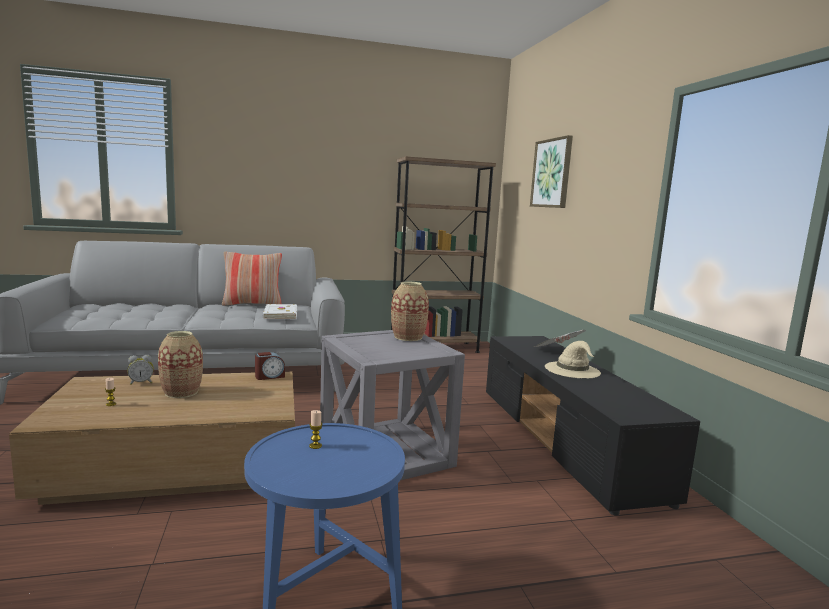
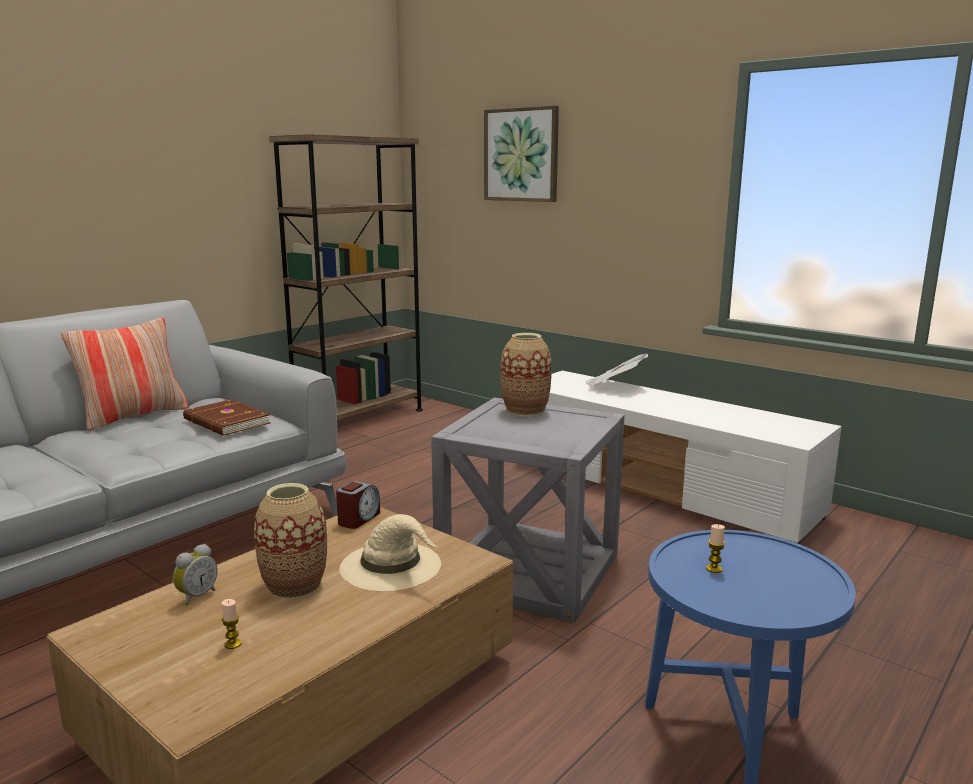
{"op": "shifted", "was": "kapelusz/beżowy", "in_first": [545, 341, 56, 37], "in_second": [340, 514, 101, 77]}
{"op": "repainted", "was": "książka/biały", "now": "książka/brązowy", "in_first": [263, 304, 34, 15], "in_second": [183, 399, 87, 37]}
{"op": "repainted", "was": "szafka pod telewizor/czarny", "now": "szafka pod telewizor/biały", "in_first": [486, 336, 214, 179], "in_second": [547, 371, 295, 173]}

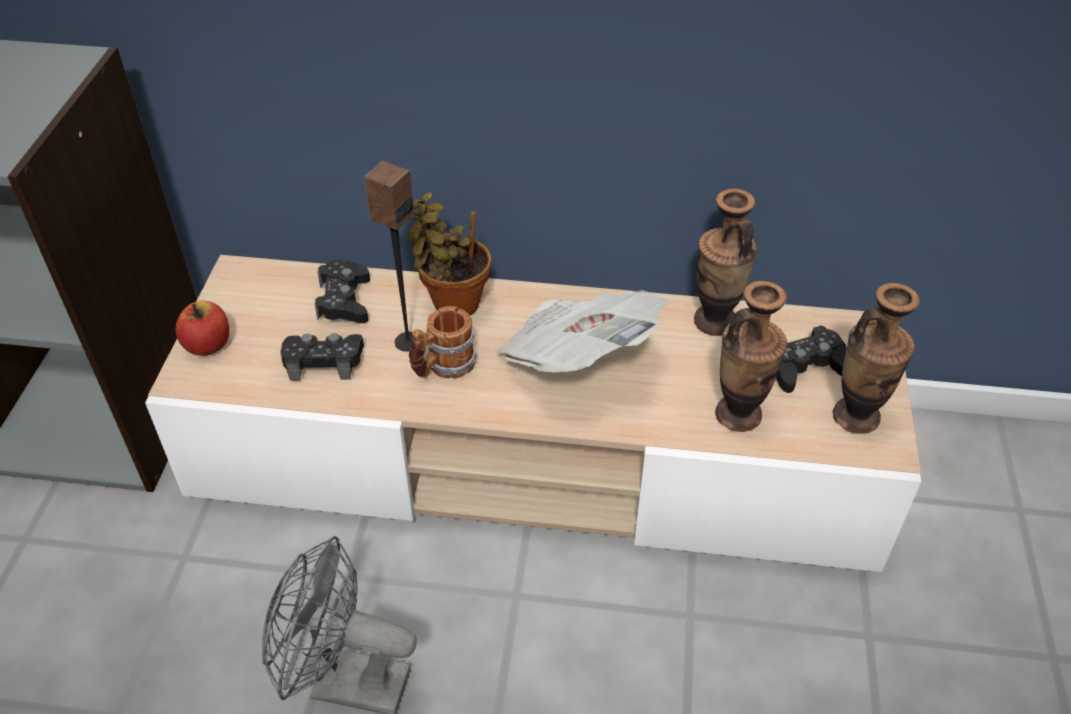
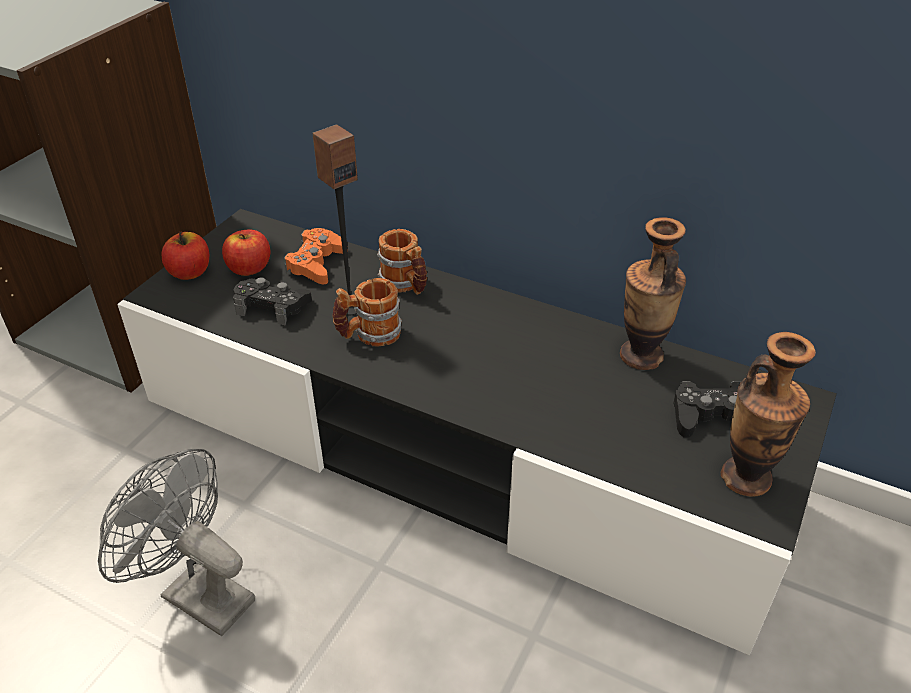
{"op": "gone", "was": "gazeta", "in_first": [496, 290, 174, 83]}
{"op": "gone", "was": "wazon", "in_first": [715, 281, 72, 151]}
{"op": "new", "now": "jabłko", "in_second": [222, 229, 48, 47]}
{"op": "swapped", "was": "roślina doniczkowa", "now": "kubek", "in_first": [408, 192, 83, 124], "in_second": [377, 229, 50, 66]}
{"op": "repainted", "was": "szafka pod telewizor/beżowy", "now": "szafka pod telewizor/czarny", "in_first": [145, 255, 776, 317], "in_second": [117, 209, 720, 446]}
{"op": "repainted", "was": "pad do gier/czarny", "now": "pad do gier/pomarańczowy", "in_first": [315, 260, 55, 63], "in_second": [284, 228, 64, 56]}

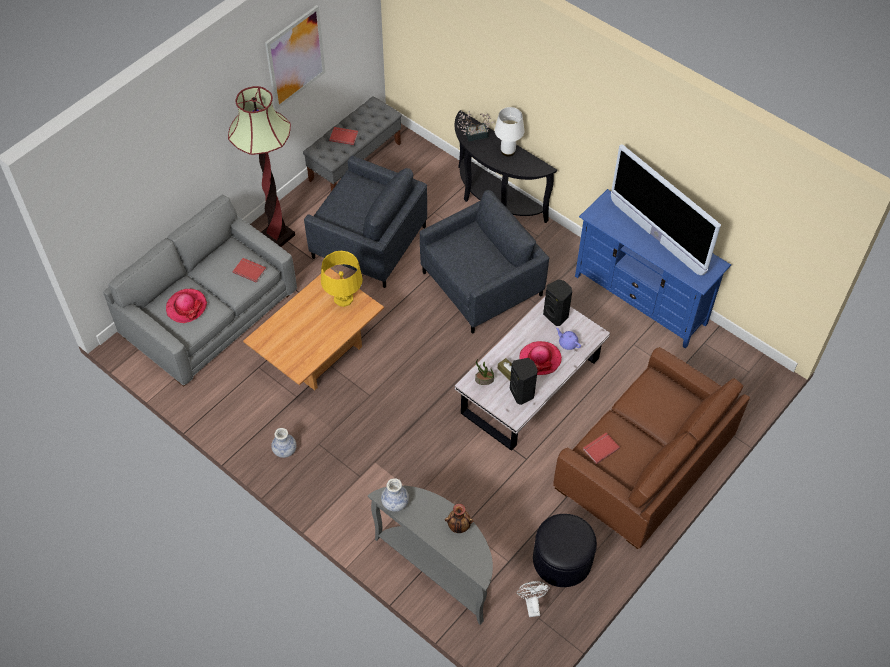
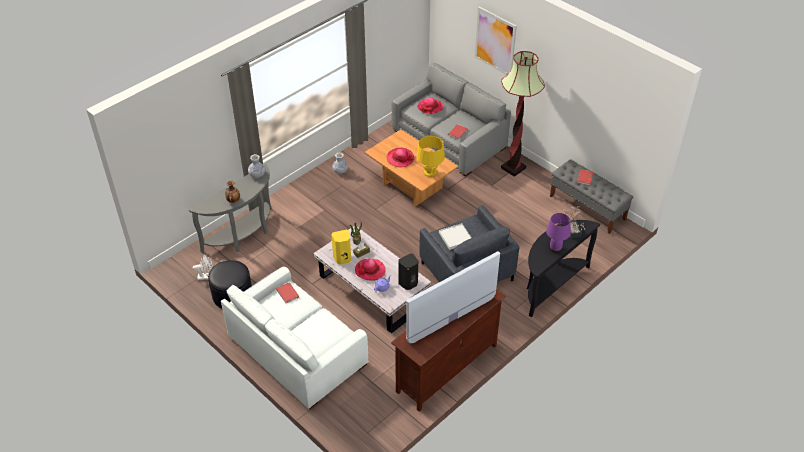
{"op": "gone", "was": "fotel/szary", "in_first": [304, 156, 123, 132]}
{"op": "new", "now": "kapelusz", "in_second": [387, 148, 27, 19]}
{"op": "new", "now": "taca/biały", "in_second": [439, 223, 32, 27]}
{"op": "shifted", "was": "obraz", "in_first": [265, 5, 60, 104], "in_second": [475, 7, 42, 68]}
{"op": "repainted", "was": "lampa stołowa/biały", "now": "lampa stołowa/fioletowy", "in_first": [495, 107, 29, 50], "in_second": [546, 213, 25, 40]}
{"op": "repainted", "was": "głośnik/czarny", "now": "głośnik/żółty", "in_first": [510, 358, 28, 47], "in_second": [331, 230, 20, 34]}
{"op": "repainted", "was": "kanapa/brązowy", "now": "kanapa/biały", "in_first": [553, 347, 197, 202], "in_second": [221, 266, 148, 143]}
{"op": "repainted", "was": "szafka pod telewizor/niebieski", "now": "szafka pod telewizor/brązowy", "in_first": [575, 189, 156, 159], "in_second": [391, 289, 115, 123]}

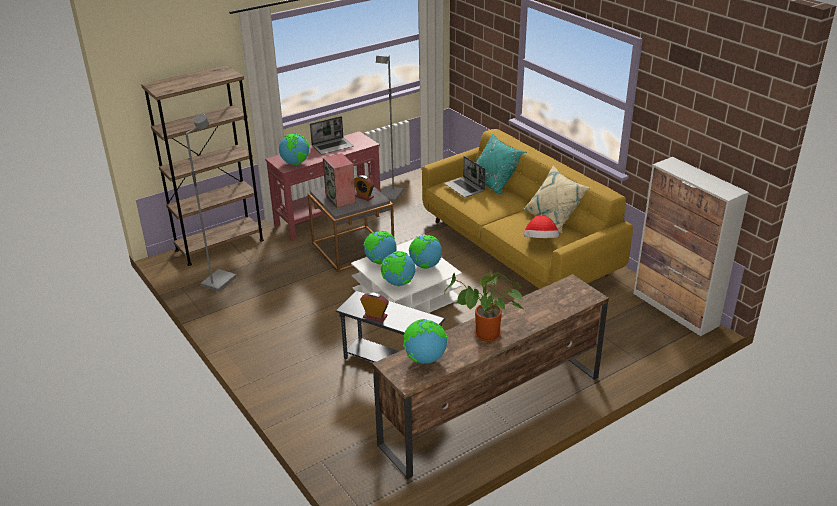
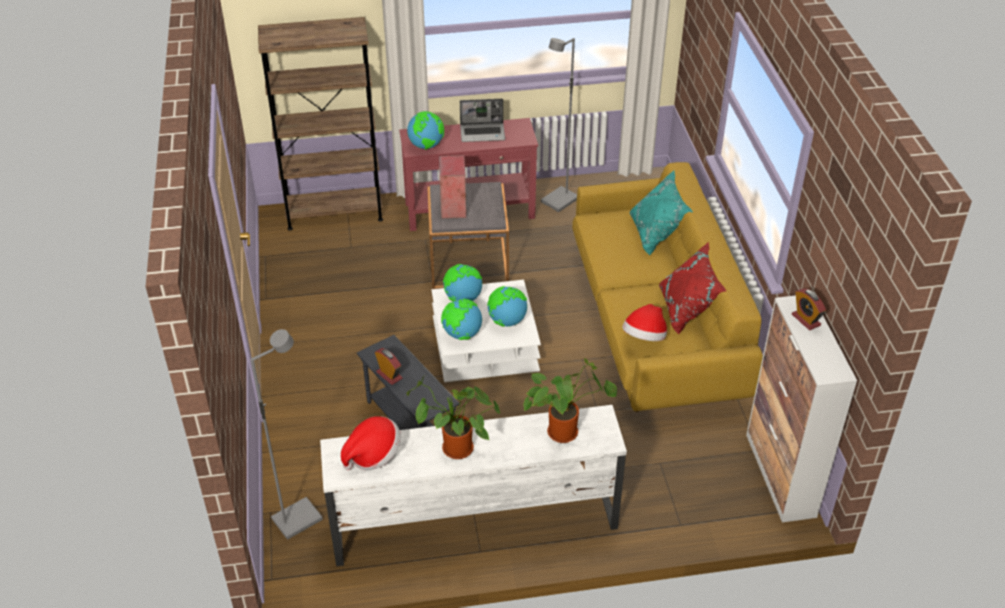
{"op": "gone", "was": "laptop", "in_first": [444, 156, 41, 41]}
{"op": "new", "now": "roślina doniczkowa", "in_second": [524, 358, 93, 85]}
{"op": "shifted", "was": "lampa stojąca/szary", "in_first": [185, 114, 51, 178], "in_second": [250, 329, 73, 210]}
{"op": "shifted", "was": "budzik", "in_first": [354, 175, 20, 26], "in_second": [792, 289, 34, 41]}
{"op": "swapped", "was": "globus", "now": "kapelusz", "in_first": [403, 319, 44, 45], "in_second": [341, 416, 60, 55]}
{"op": "repainted", "was": "szafka pod telewizor/brązowy", "now": "szafka pod telewizor/biały", "in_first": [372, 274, 237, 205], "in_second": [320, 405, 307, 161]}
{"op": "repainted", "was": "poduszka/beżowy", "now": "poduszka/czerwony", "in_first": [524, 165, 66, 69], "in_second": [659, 242, 67, 93]}

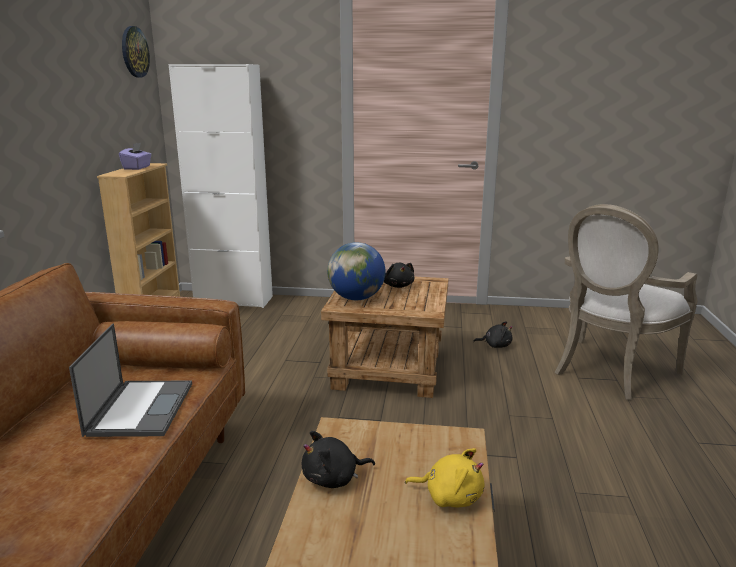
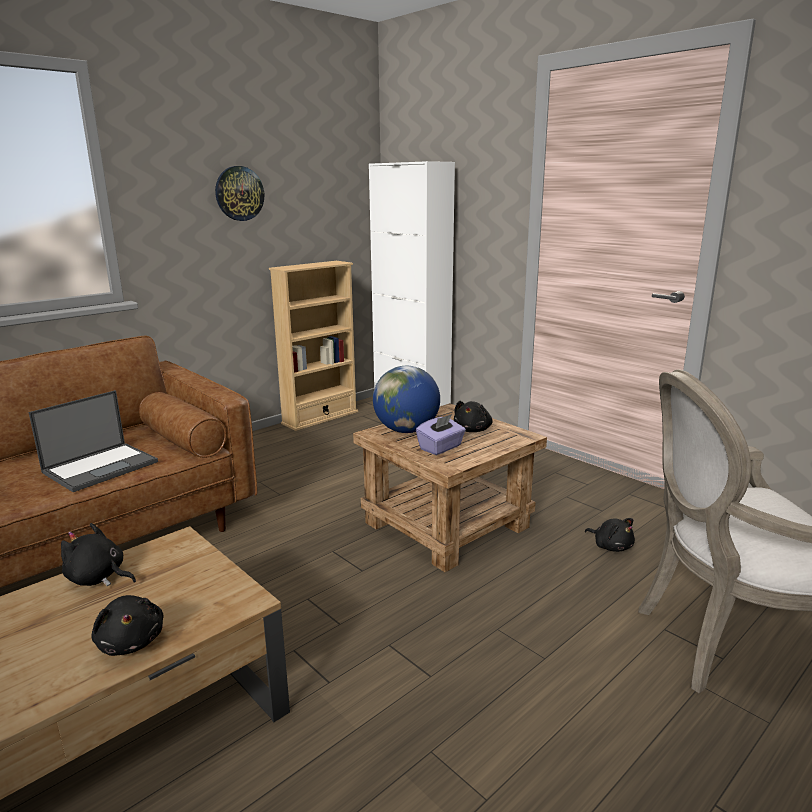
{"op": "shifted", "was": "pudełko chusteczek/fioletowy", "in_first": [119, 143, 33, 27], "in_second": [416, 414, 50, 41]}
{"op": "shifted", "was": "zegar ścienny", "in_first": [122, 26, 28, 52], "in_second": [215, 166, 49, 55]}
{"op": "repainted", "was": "pluszak/żółty", "now": "pluszak/czarny", "in_first": [405, 448, 80, 59], "in_second": [91, 595, 72, 61]}

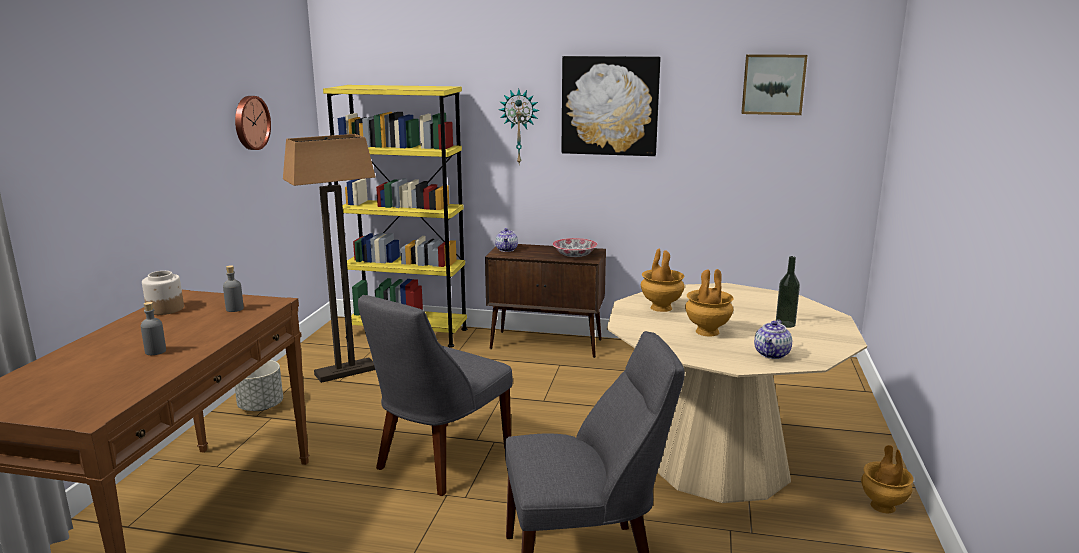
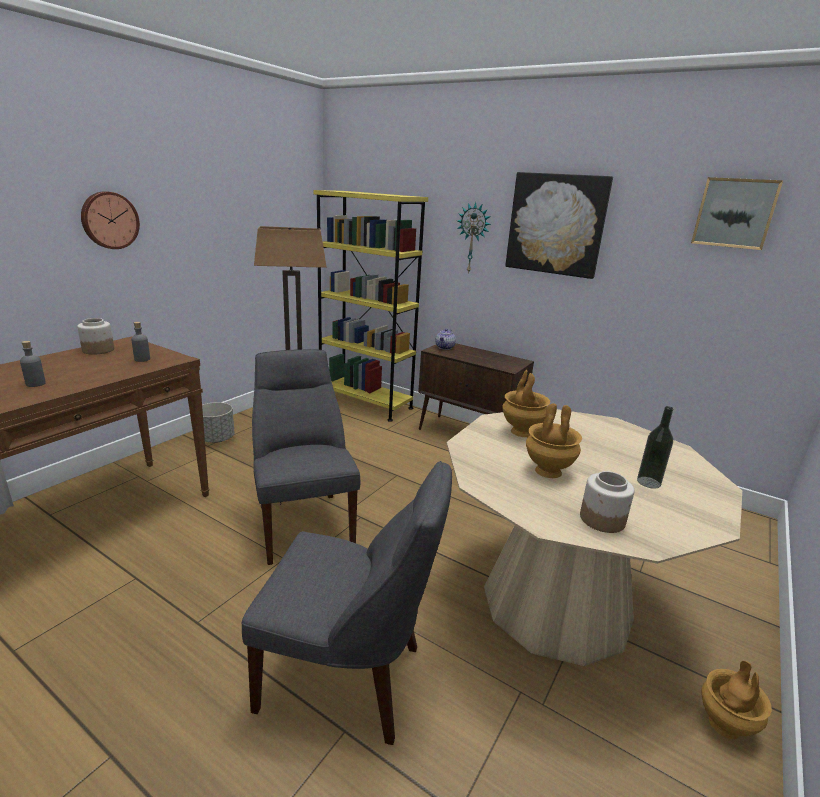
{"op": "gone", "was": "miska", "in_first": [552, 238, 45, 19]}
{"op": "shifted", "was": "zegar ścienny", "in_first": [235, 96, 36, 54], "in_second": [81, 191, 59, 58]}
{"op": "swapped", "was": "imbryk", "now": "słoik", "in_first": [754, 320, 38, 39], "in_second": [580, 471, 54, 62]}
{"op": "rotated", "was": "krzesło/szary", "in_first": [358, 295, 155, 201], "in_second": [252, 349, 108, 216], "clockwise": 105}

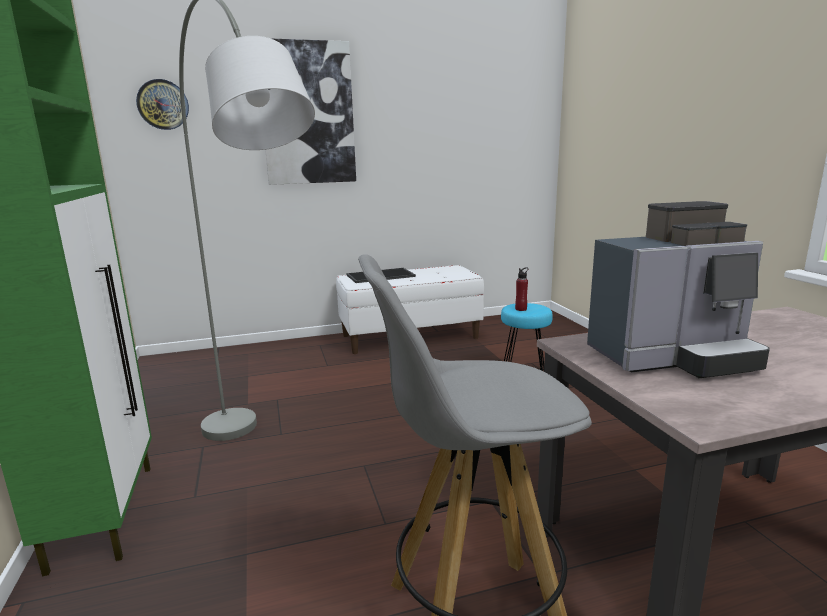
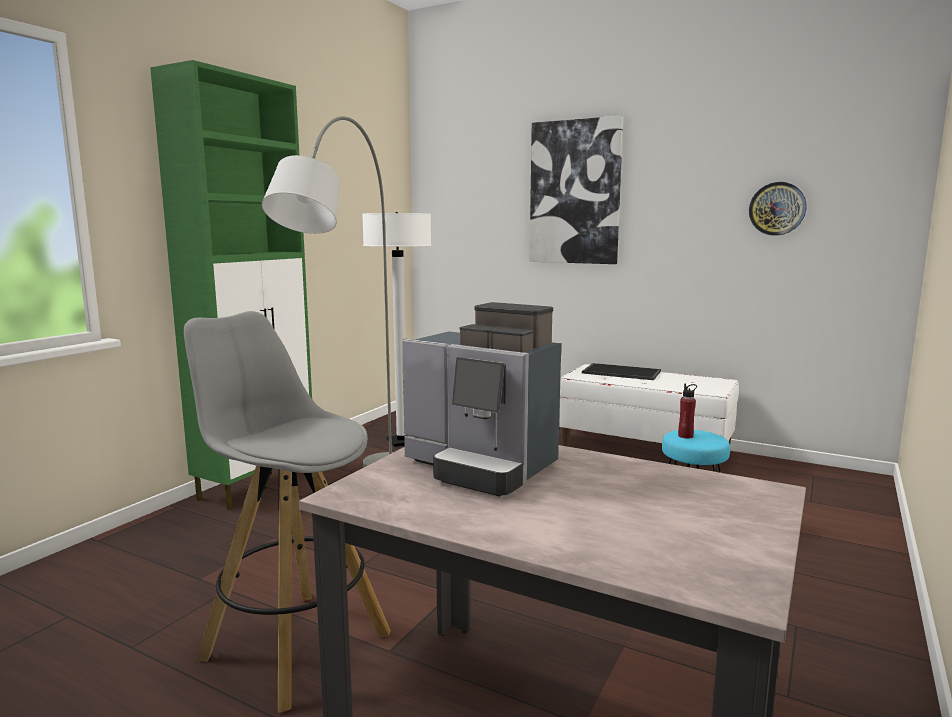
{"op": "new", "now": "lampa stojąca/biały", "in_second": [362, 212, 69, 235]}
{"op": "shifted", "was": "zegar ścienny", "in_first": [136, 79, 53, 51], "in_second": [749, 182, 58, 54]}

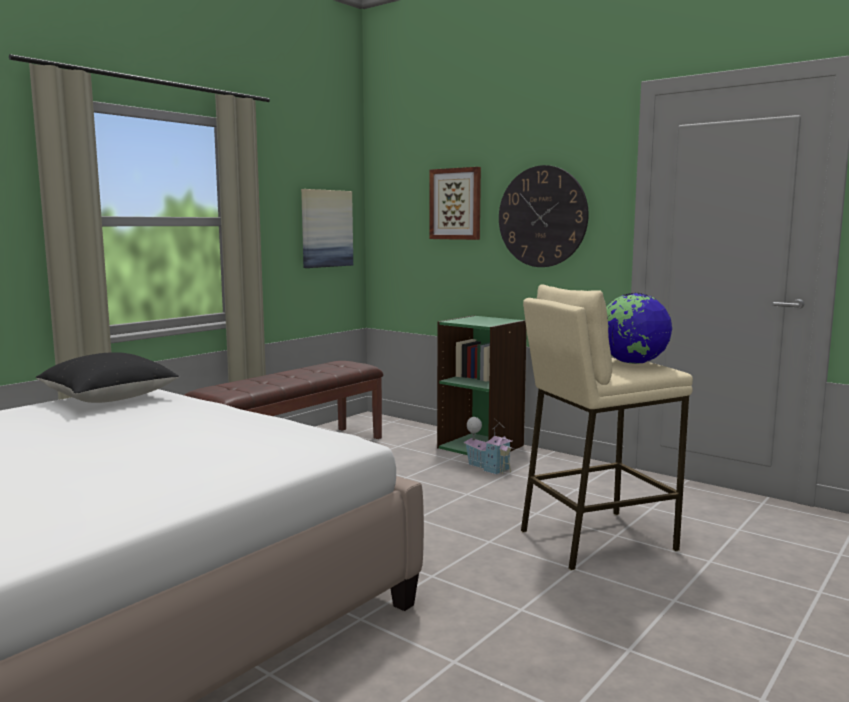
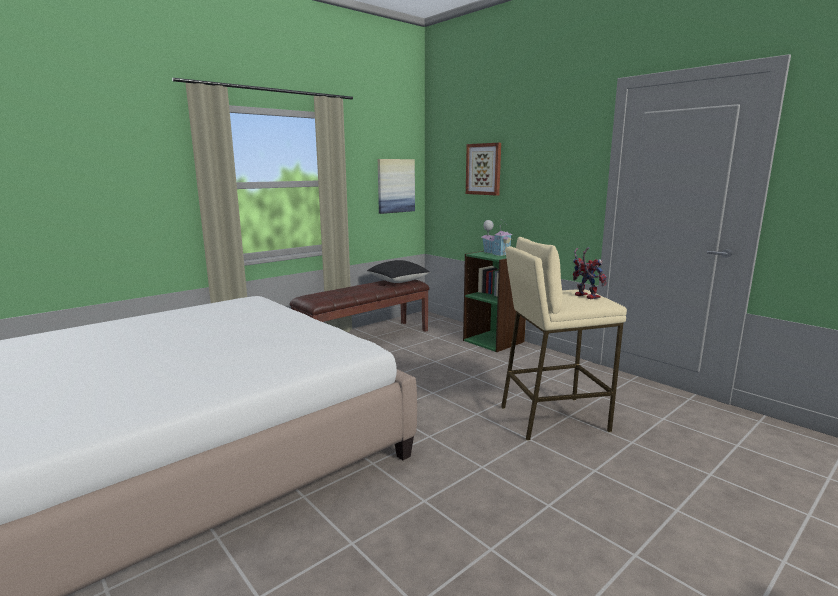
{"op": "gone", "was": "zegar ścienny", "in_first": [499, 165, 90, 102]}
{"op": "shifted", "was": "poduszka/czarny", "in_first": [36, 352, 143, 51], "in_second": [367, 260, 63, 23]}
{"op": "shifted", "was": "domek", "in_first": [463, 417, 51, 58], "in_second": [482, 220, 31, 36]}
{"op": "swapped", "was": "globus", "now": "robot zabawkowy", "in_first": [606, 293, 66, 71], "in_second": [573, 247, 34, 52]}

